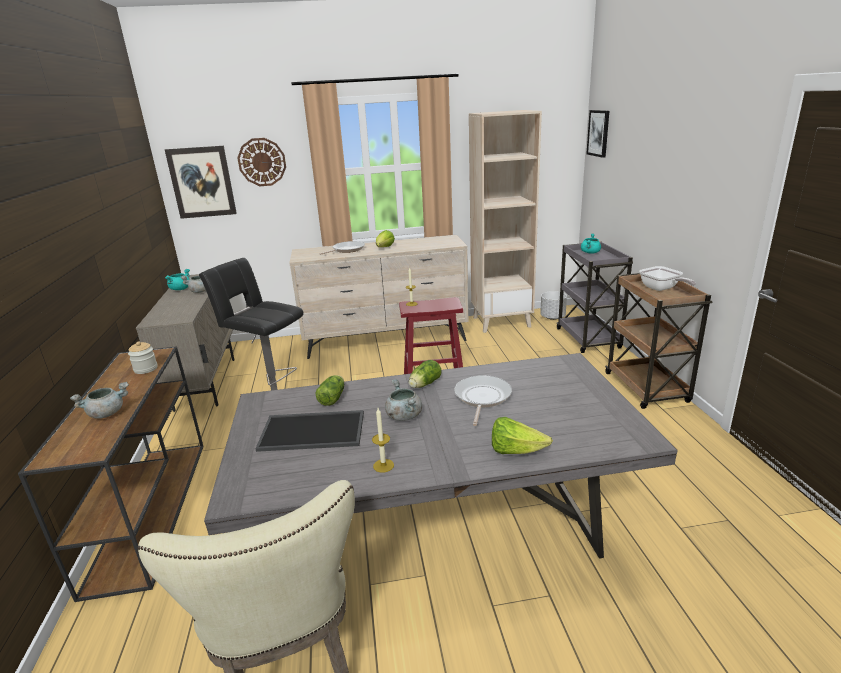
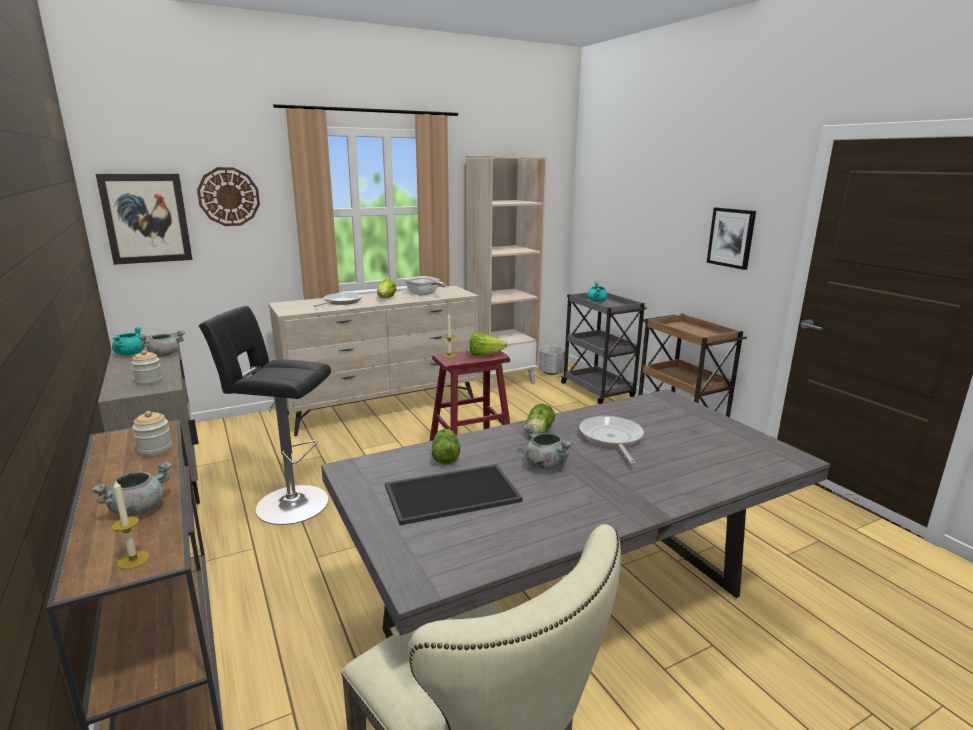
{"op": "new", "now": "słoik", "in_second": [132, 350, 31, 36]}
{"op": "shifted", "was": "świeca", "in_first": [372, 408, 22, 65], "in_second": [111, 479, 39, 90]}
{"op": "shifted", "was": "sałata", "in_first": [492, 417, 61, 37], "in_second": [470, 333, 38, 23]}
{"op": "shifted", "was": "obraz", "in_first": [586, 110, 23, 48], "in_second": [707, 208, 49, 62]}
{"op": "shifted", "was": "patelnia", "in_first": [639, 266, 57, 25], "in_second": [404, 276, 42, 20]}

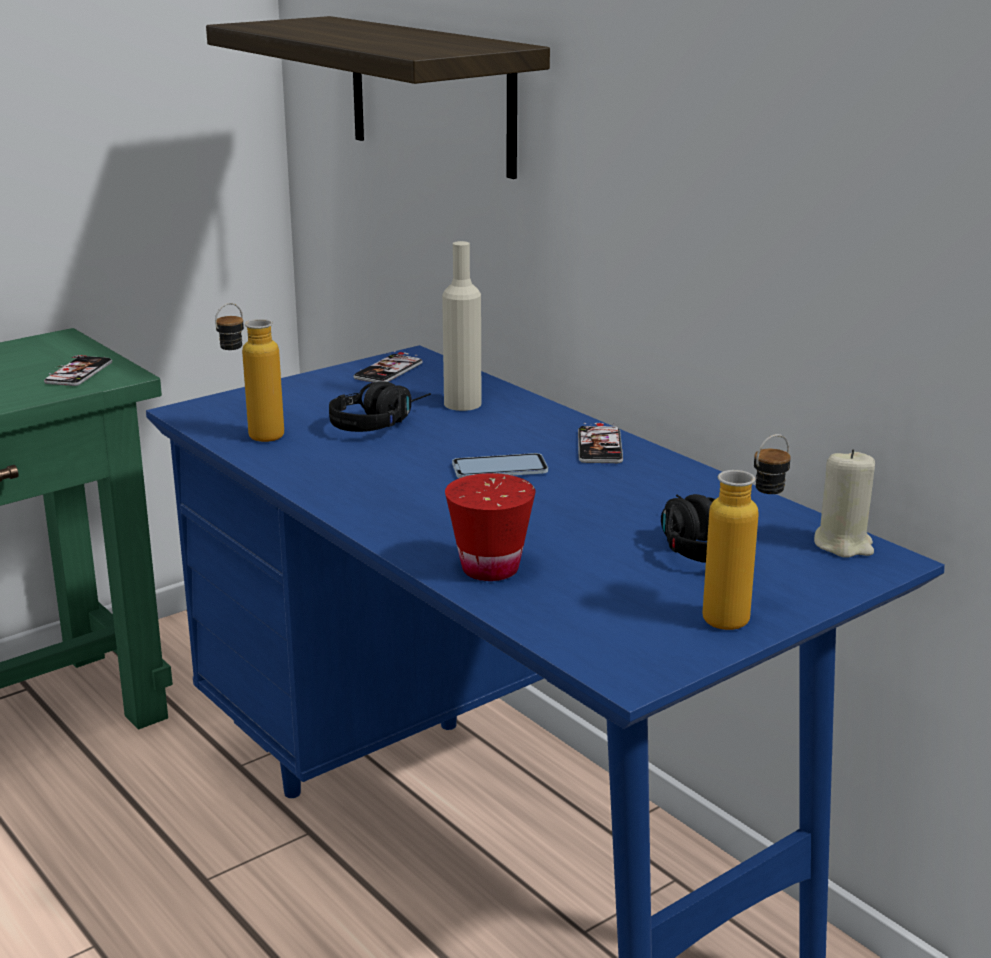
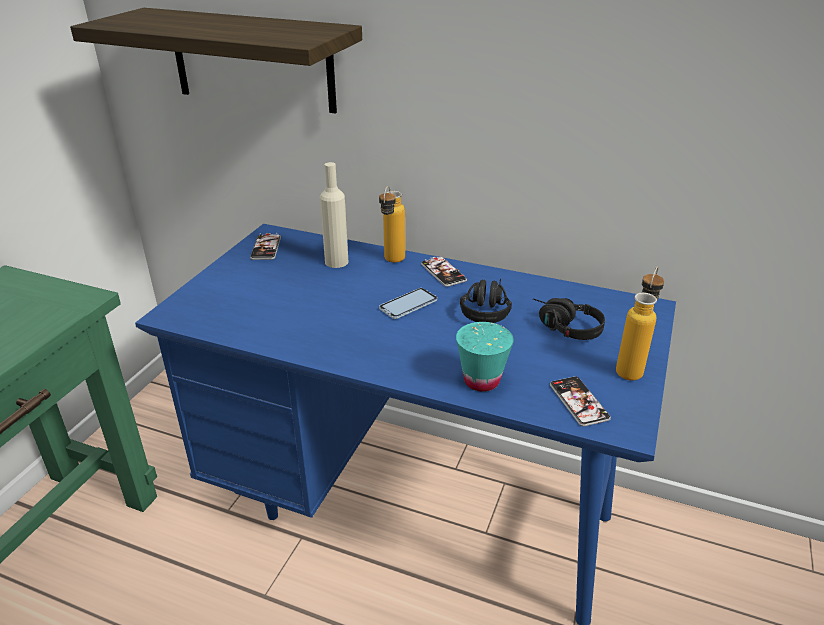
{"op": "gone", "was": "świeca/beżowy", "in_first": [814, 449, 61, 109]}
{"op": "shifted", "was": "telefon", "in_first": [44, 355, 68, 31], "in_second": [550, 377, 61, 49]}
{"op": "shifted", "was": "butelka", "in_first": [215, 303, 69, 139], "in_second": [379, 186, 26, 77]}
{"op": "shifted", "was": "słuchawki/czarny", "in_first": [329, 382, 102, 50], "in_second": [460, 278, 52, 45]}
{"op": "repainted", "was": "filiżanka/czerwony", "now": "filiżanka/turkusowy", "in_first": [445, 473, 91, 108], "in_second": [456, 322, 58, 70]}

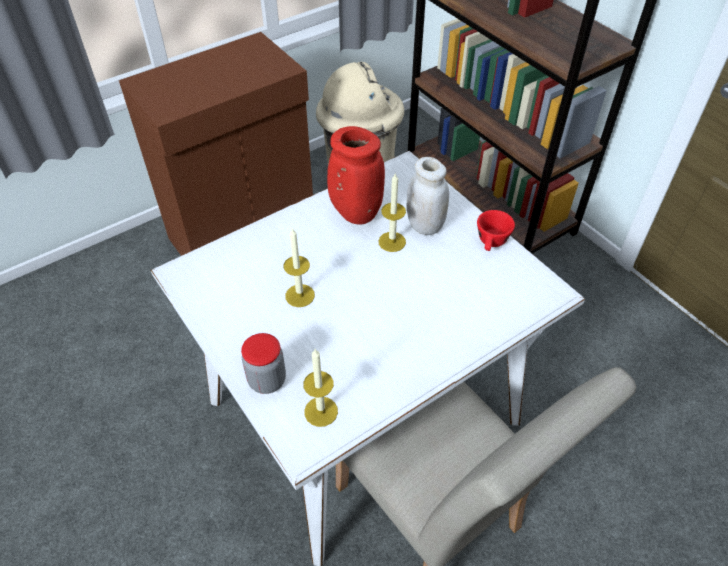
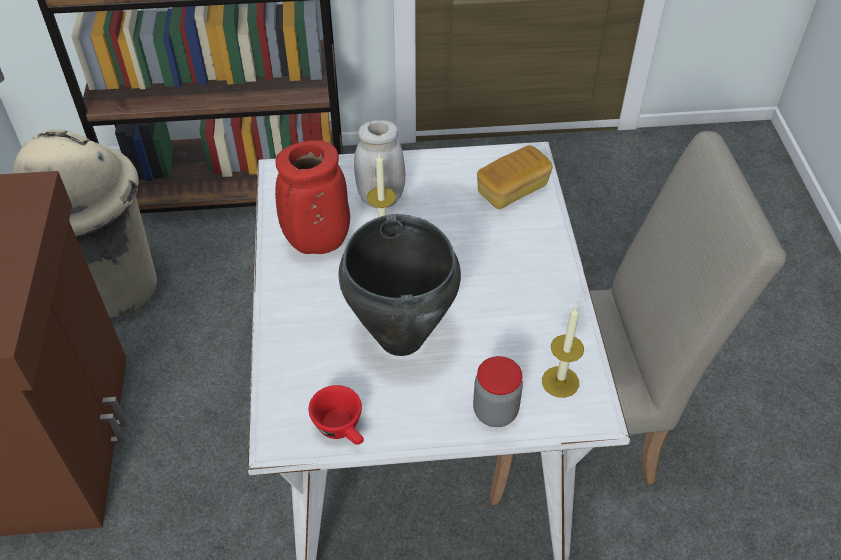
{"op": "new", "now": "chleb", "in_second": [477, 145, 76, 64]}
{"op": "shifted", "was": "filiżanka/czerwony", "in_first": [477, 210, 38, 41], "in_second": [309, 385, 55, 60]}
{"op": "swapped", "was": "świeca", "now": "garnek/czarny", "in_first": [284, 228, 31, 79], "in_second": [338, 214, 123, 142]}

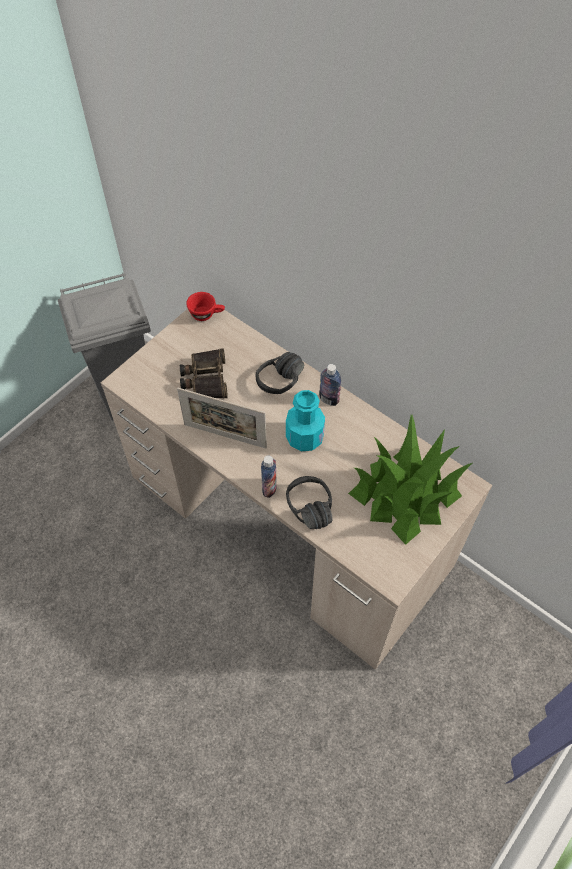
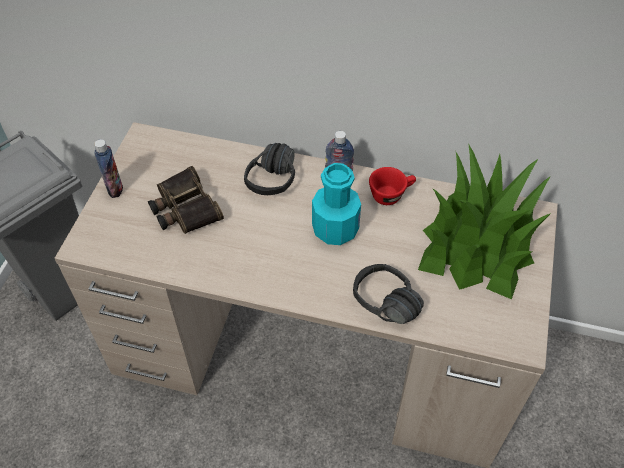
{"op": "gone", "was": "ramka na zdjęcie", "in_first": [177, 388, 90, 61]}
{"op": "shifted", "was": "filiżanka/czerwony", "in_first": [186, 292, 39, 29], "in_second": [369, 167, 47, 38]}
{"op": "shifted", "was": "butelka", "in_first": [261, 455, 16, 43], "in_second": [94, 139, 29, 59]}

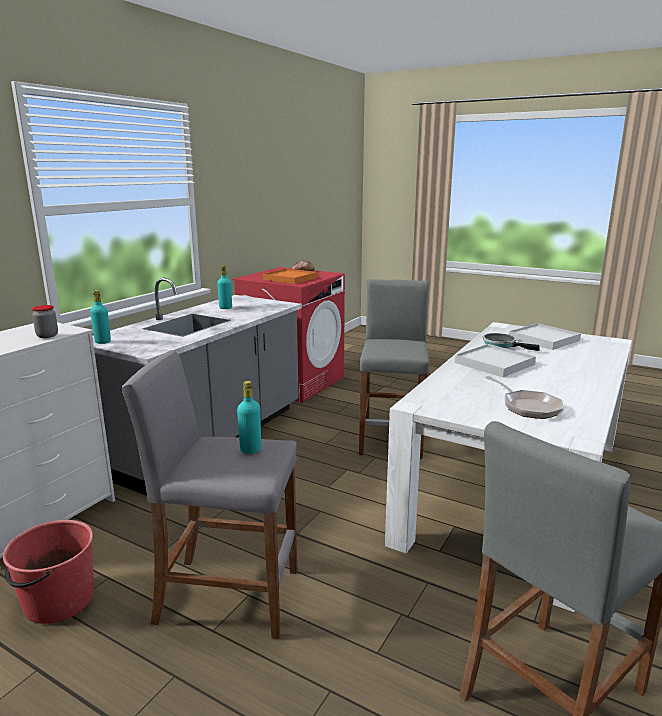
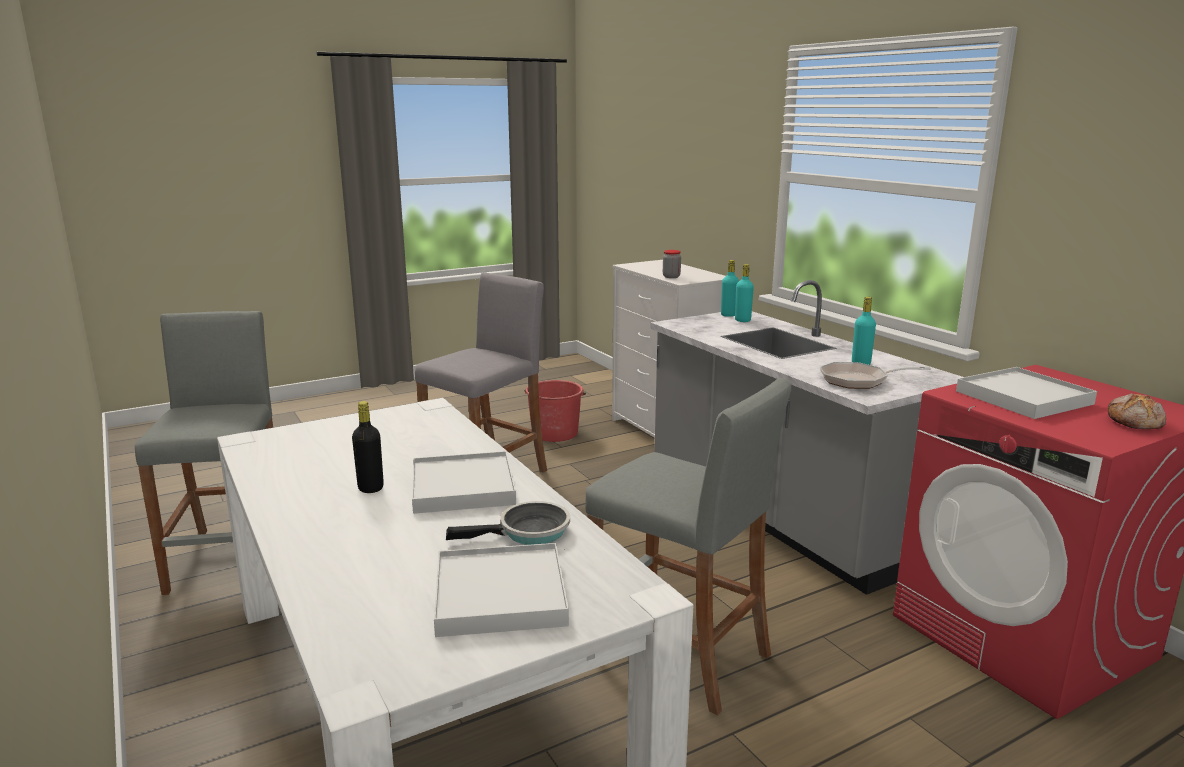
{"op": "new", "now": "butelka/czarny", "in_second": [352, 401, 32, 92]}
{"op": "shifted", "was": "butelka/turkusowy", "in_first": [237, 381, 24, 73], "in_second": [735, 264, 19, 58]}
{"op": "shifted", "was": "patelnia", "in_first": [485, 376, 79, 43], "in_second": [820, 362, 111, 27]}
{"op": "repainted", "was": "taca/pomarańczowy", "now": "taca/biały", "in_first": [263, 268, 55, 16], "in_second": [956, 367, 141, 52]}

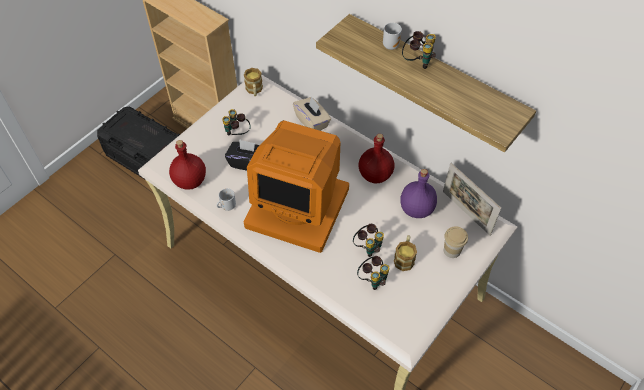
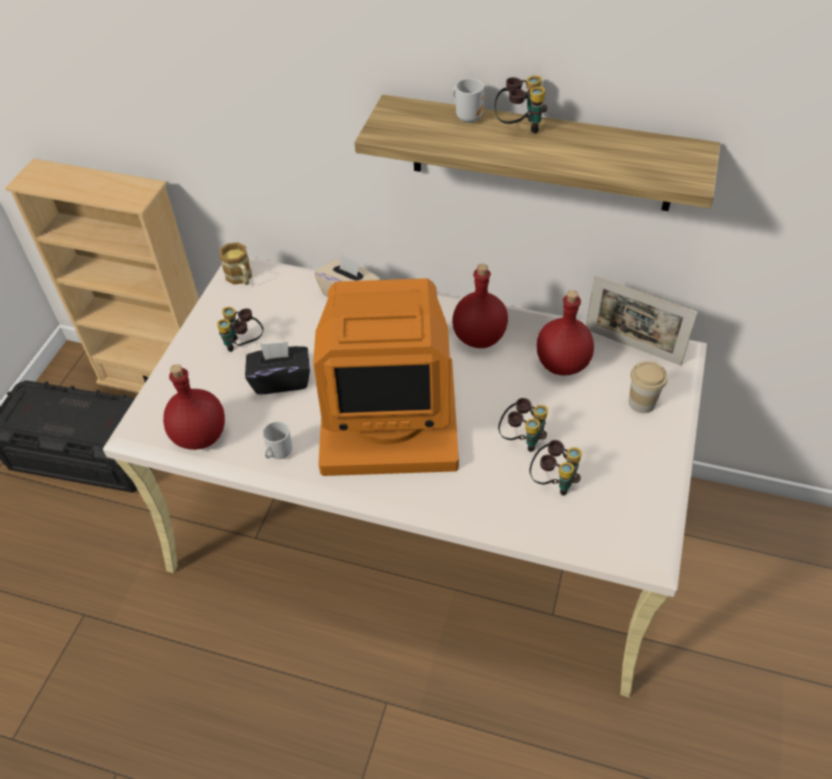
{"op": "gone", "was": "kubek", "in_first": [394, 235, 23, 36]}
{"op": "repainted", "was": "butelka/fioletowy", "now": "butelka/czerwony", "in_first": [400, 169, 37, 49], "in_second": [537, 290, 57, 85]}

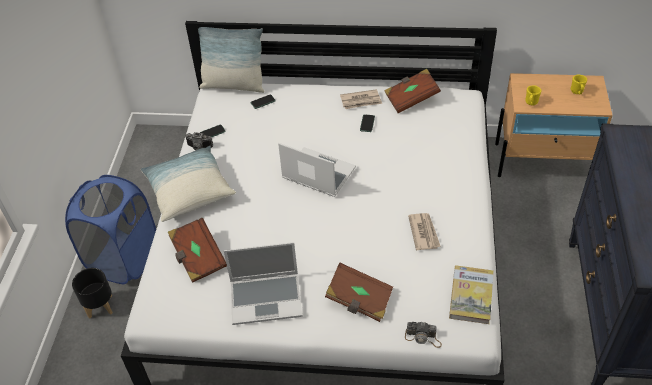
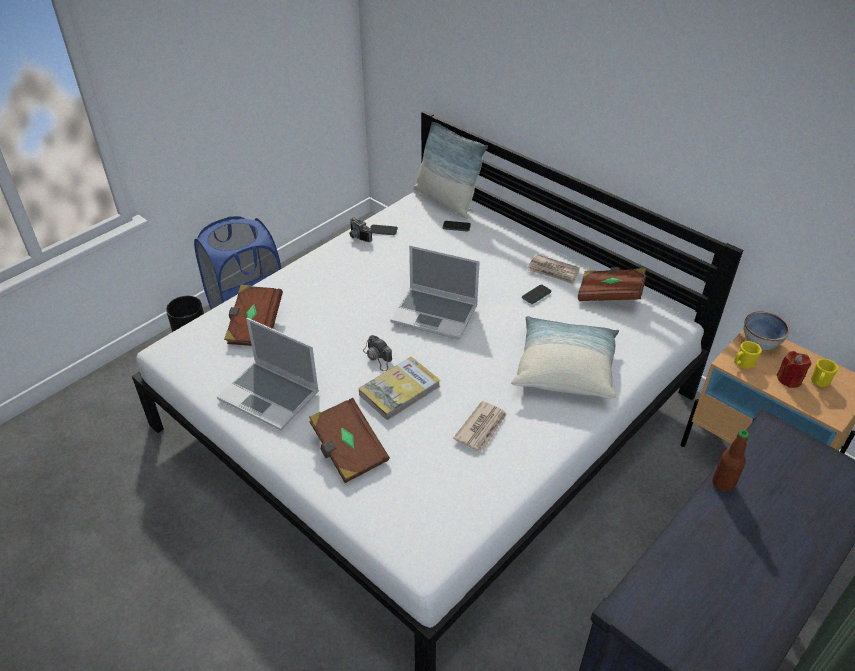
{"op": "new", "now": "butelka", "in_second": [712, 430, 38, 62]}
{"op": "new", "now": "miska", "in_second": [744, 311, 46, 39]}
{"op": "new", "now": "świeca/czerwony", "in_second": [777, 351, 35, 37]}
{"op": "shifted", "was": "poduszka", "in_first": [141, 145, 95, 77], "in_second": [511, 316, 108, 83]}
{"op": "shifted", "was": "aparat fotograficzny", "in_first": [405, 322, 37, 26], "in_second": [363, 335, 29, 36]}
{"op": "shifted", "was": "książka", "in_first": [449, 265, 45, 59], "in_second": [359, 357, 81, 63]}
{"op": "rotated", "was": "laptop", "in_first": [278, 143, 78, 54], "in_second": [390, 245, 90, 95], "clockwise": 135}

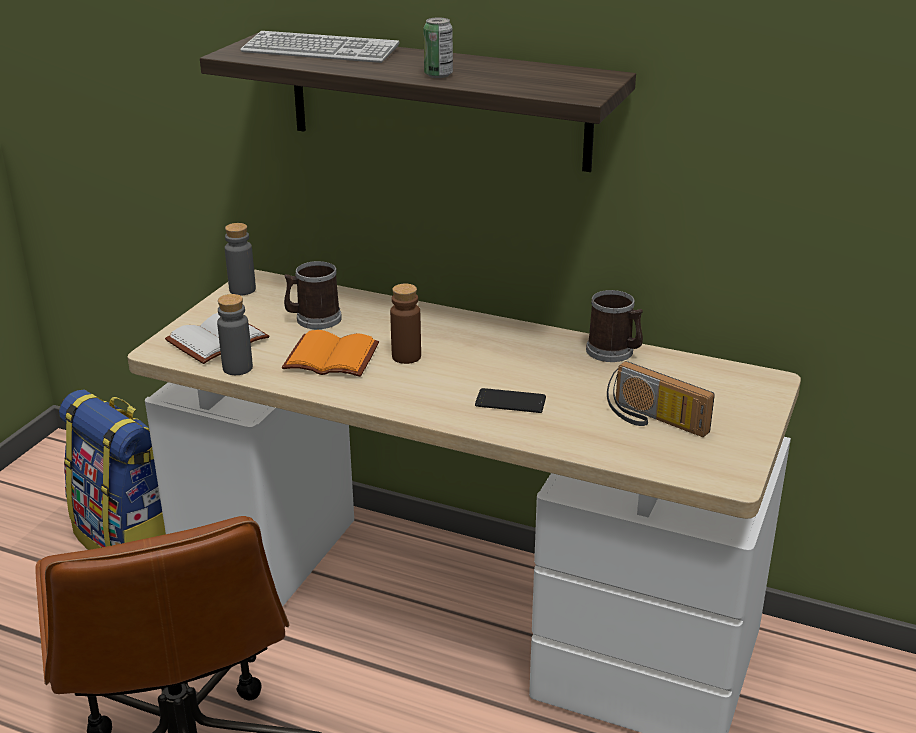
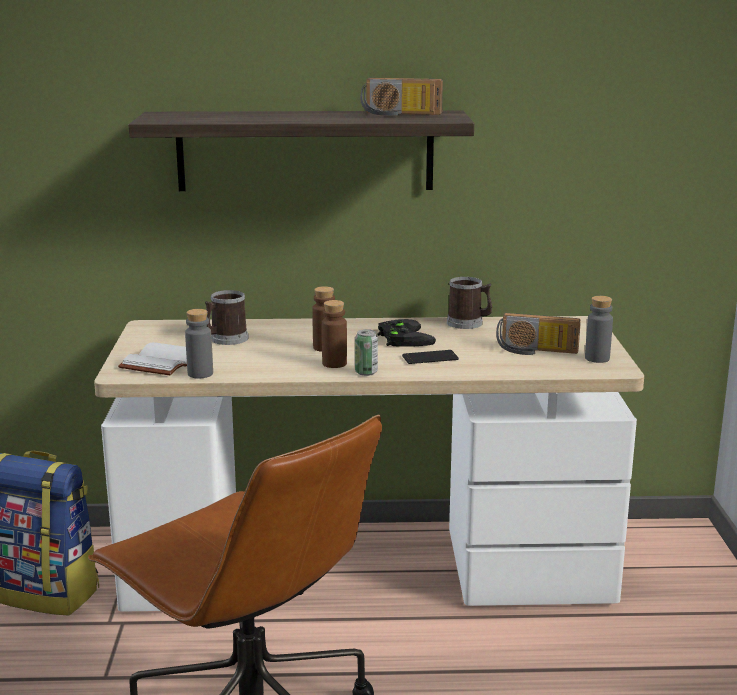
{"op": "gone", "was": "klawiatura", "in_first": [240, 31, 159, 32]}
{"op": "gone", "was": "książka/pomarańczowy", "in_first": [282, 330, 97, 47]}
{"op": "new", "now": "butelka/brązowy", "in_second": [322, 300, 25, 68]}
{"op": "new", "now": "radio", "in_second": [360, 78, 83, 38]}
{"op": "new", "now": "pad do gier/czarny", "in_second": [377, 319, 59, 28]}
{"op": "shifted", "was": "butelka/szary", "in_first": [225, 223, 31, 72], "in_second": [585, 296, 28, 67]}
{"op": "shifted", "was": "puszka", "in_first": [424, 18, 29, 60], "in_second": [355, 329, 23, 47]}

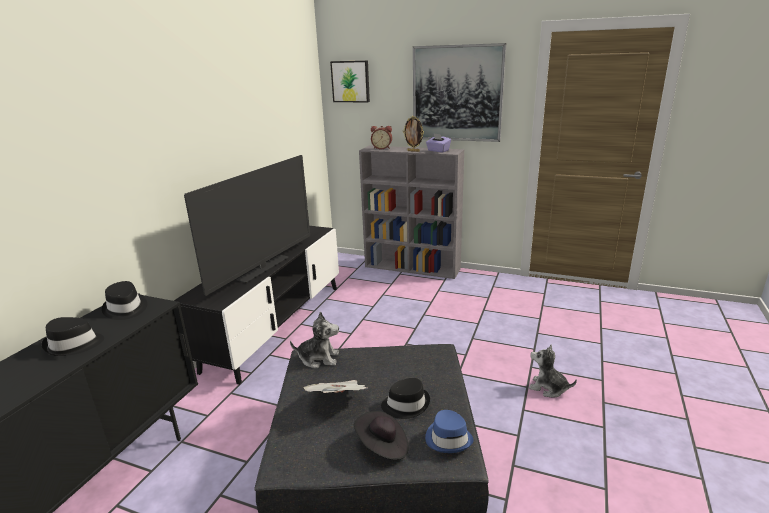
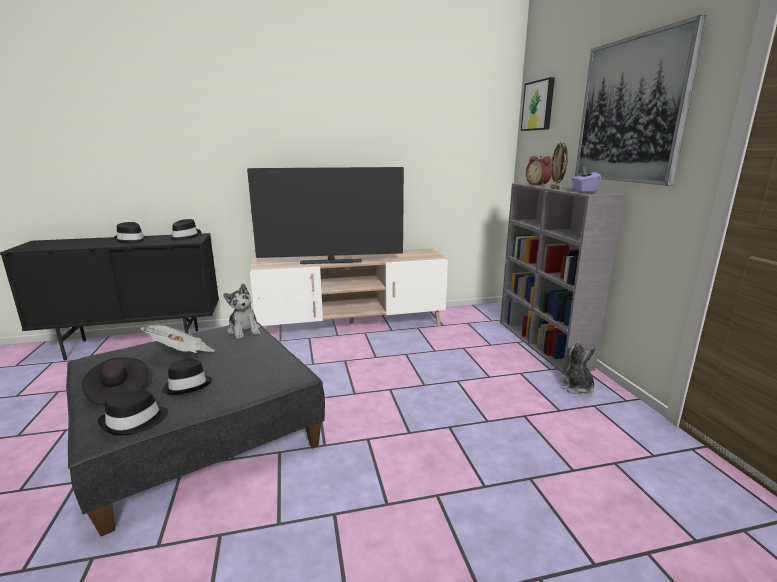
{"op": "shifted", "was": "pluszak", "in_first": [529, 345, 48, 53], "in_second": [560, 342, 36, 52]}
{"op": "repainted", "was": "szafka pod telewizor/czarny", "now": "szafka pod telewizor/beżowy", "in_first": [174, 226, 165, 159], "in_second": [250, 248, 198, 82]}
{"op": "repainted", "was": "kapelusz/niebieski", "now": "kapelusz/czarny", "in_first": [425, 410, 49, 43], "in_second": [98, 390, 70, 45]}

